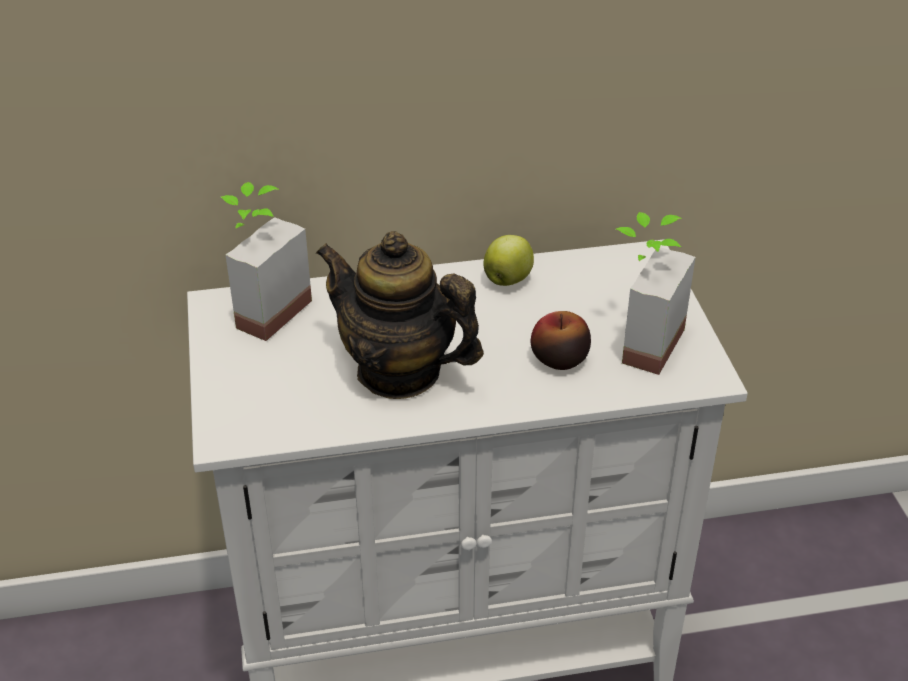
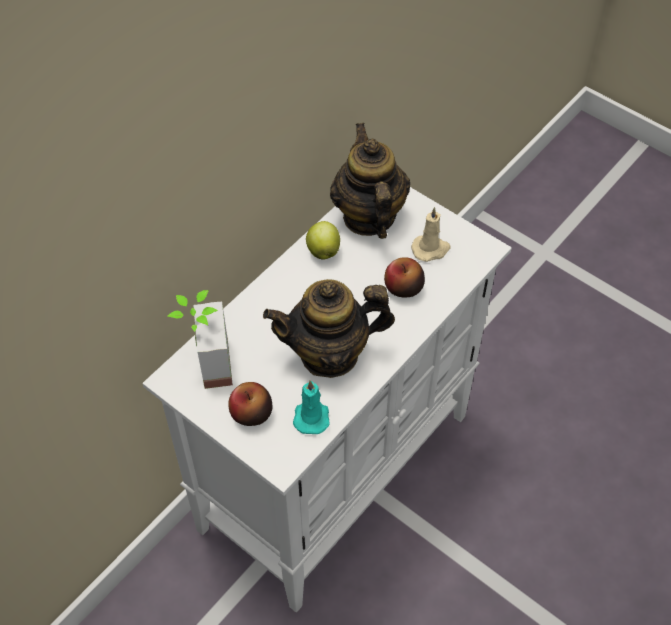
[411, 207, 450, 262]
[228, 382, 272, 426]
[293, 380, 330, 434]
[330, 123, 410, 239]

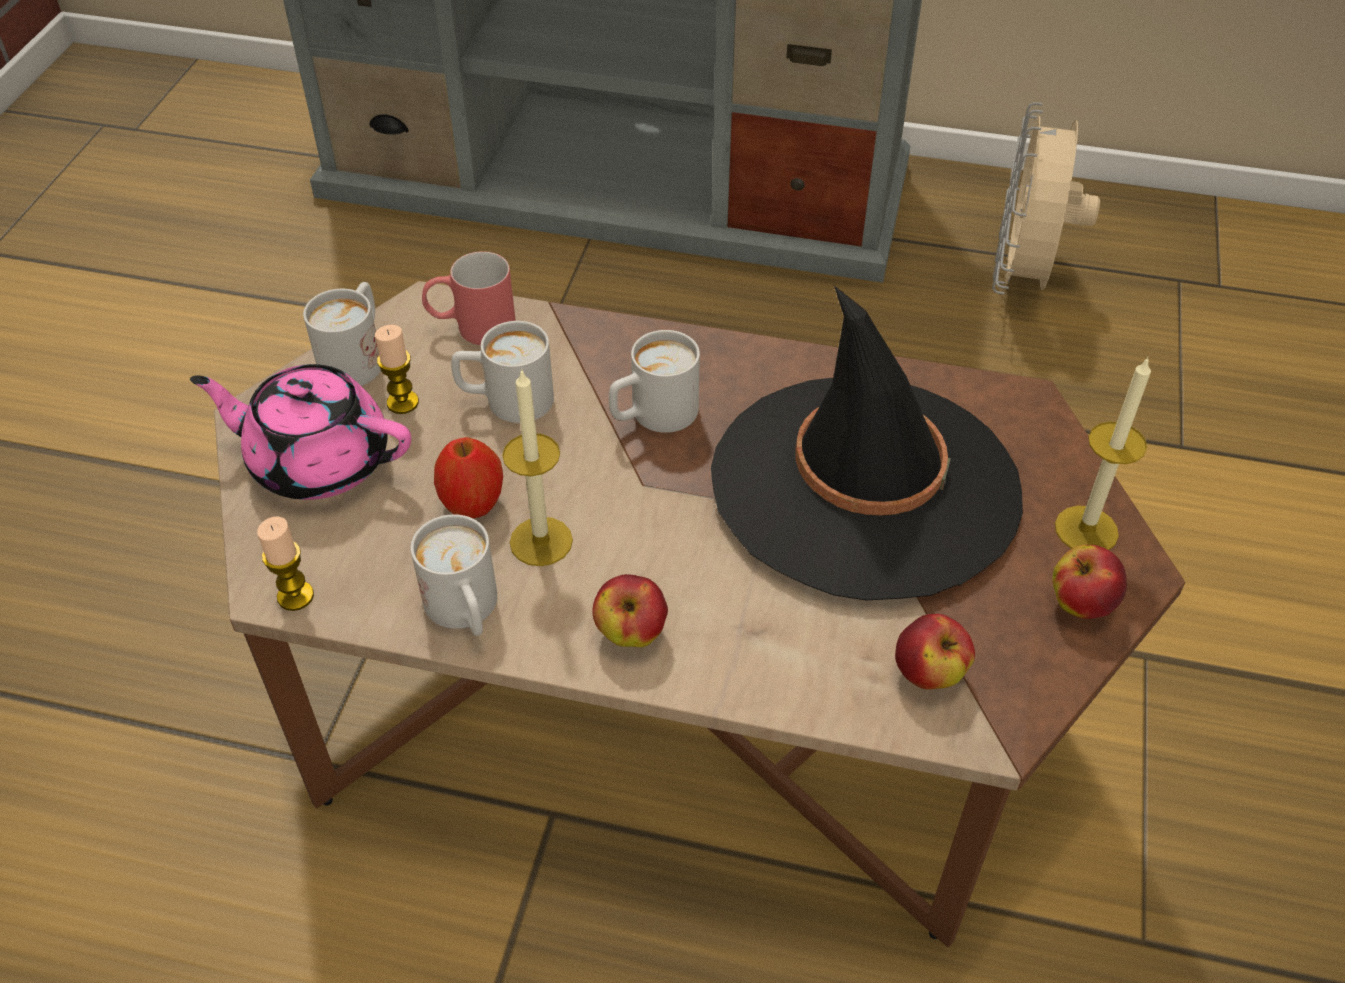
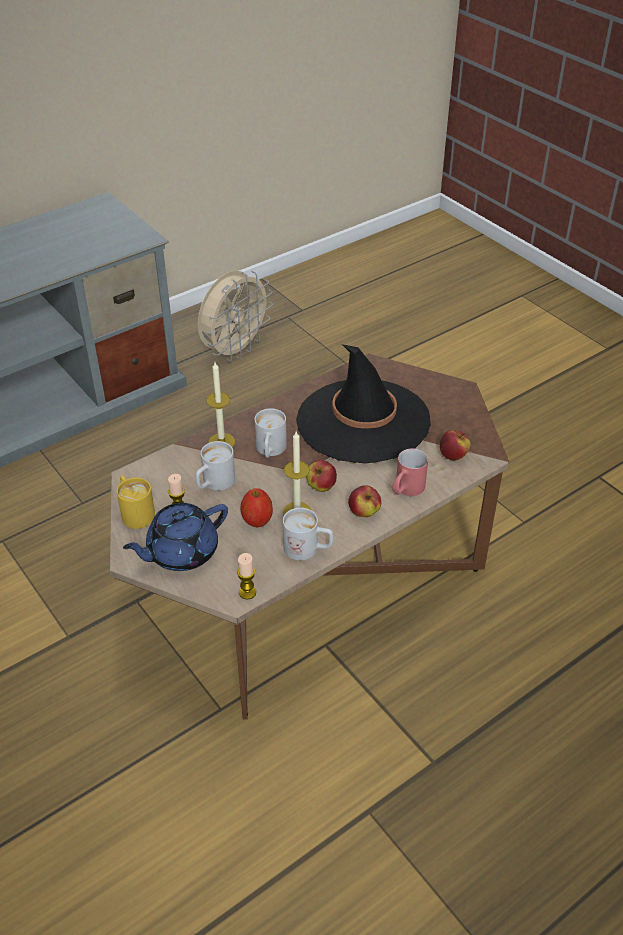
[123, 503, 228, 571]
[117, 475, 155, 529]
[392, 448, 428, 496]
[198, 271, 273, 362]
[306, 460, 337, 492]
[206, 362, 235, 447]

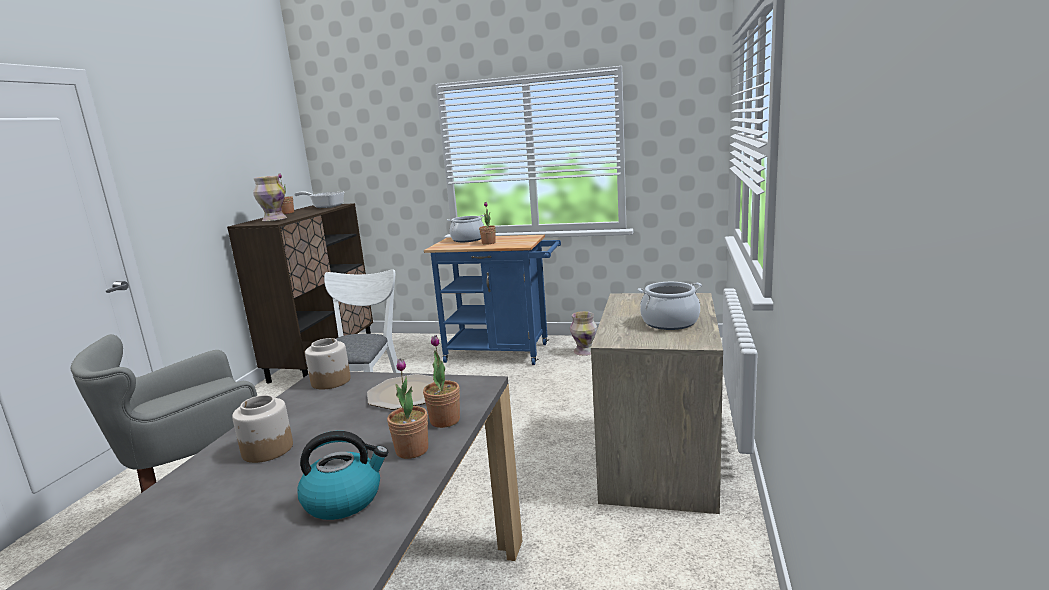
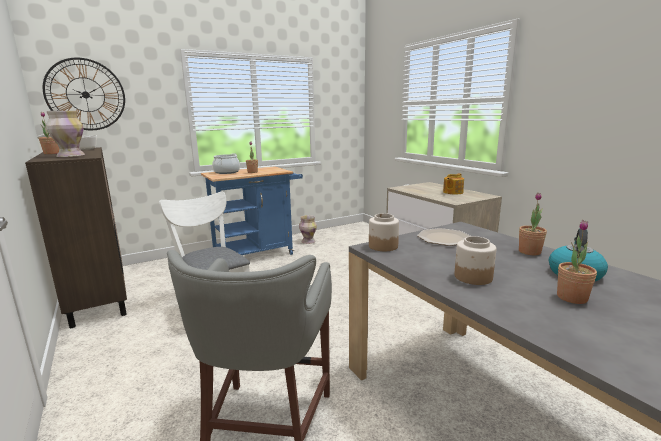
[557, 220, 597, 304]
[443, 173, 464, 194]
[43, 58, 125, 130]

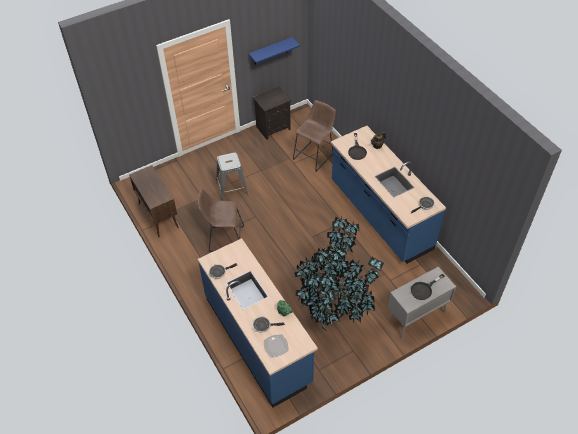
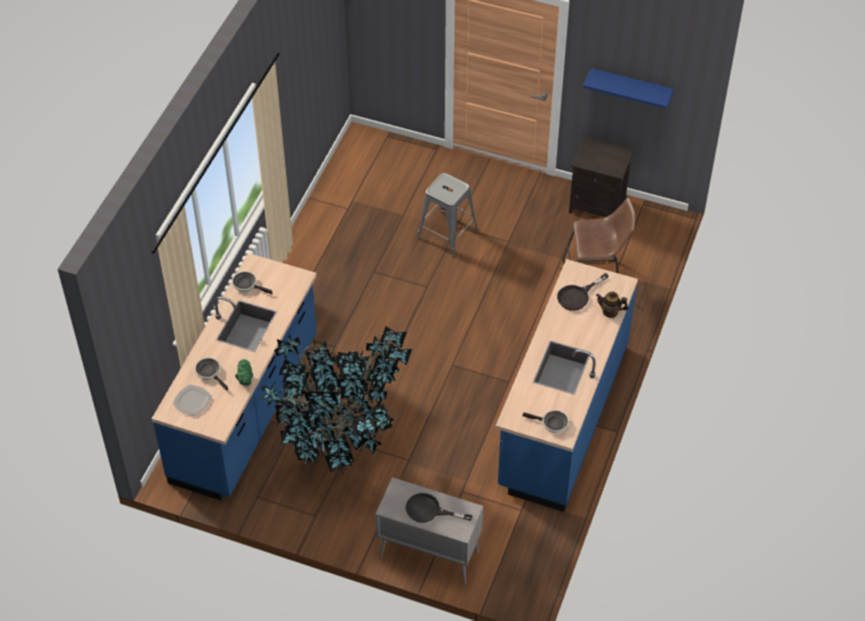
[129, 165, 179, 237] (first image)
[198, 188, 244, 252] (first image)

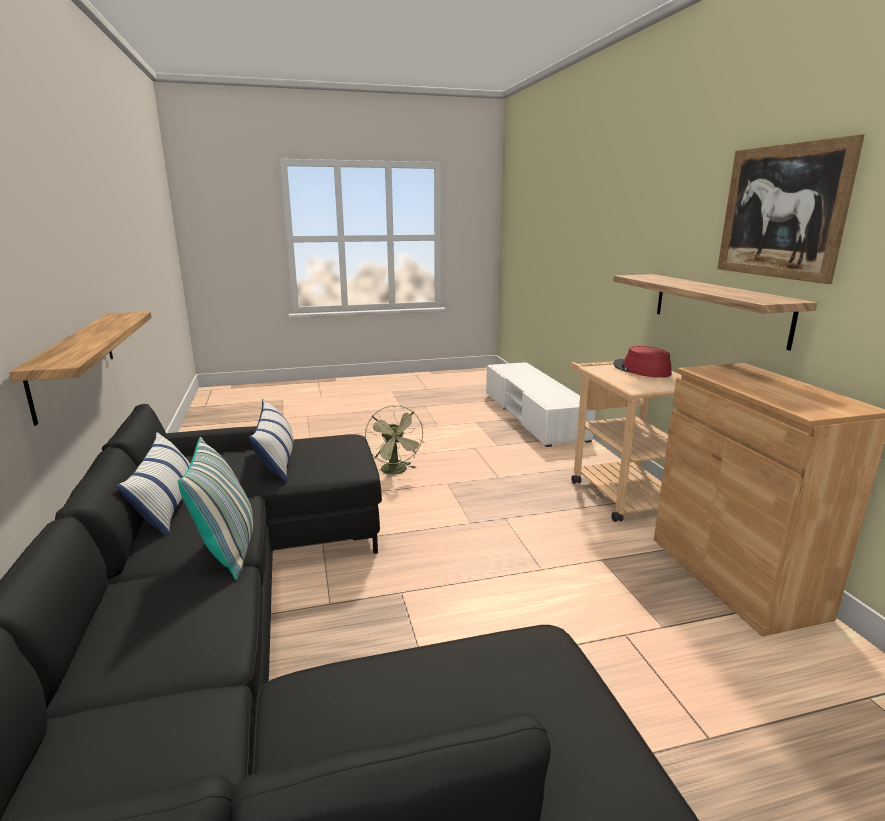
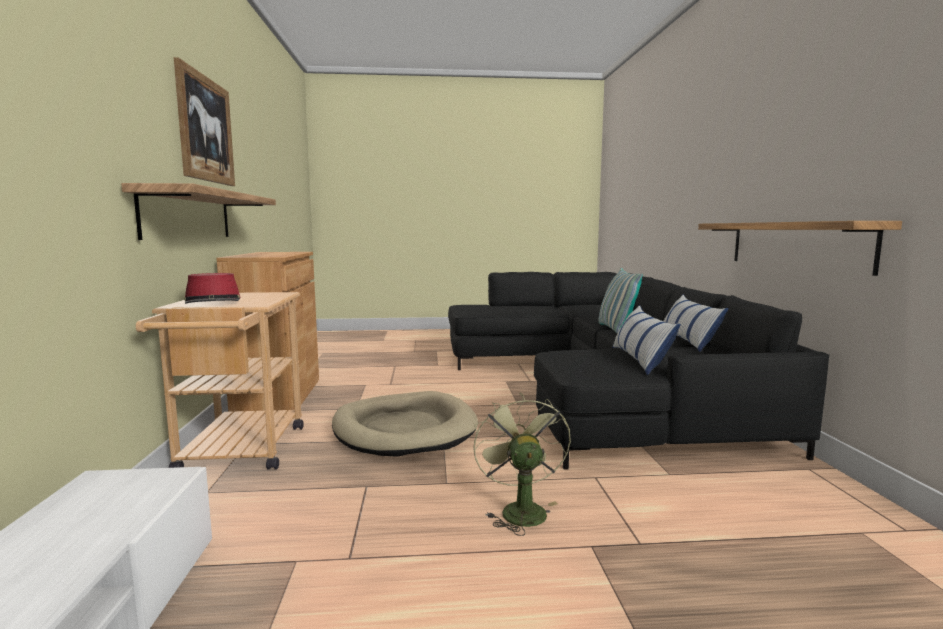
[332, 391, 478, 457]

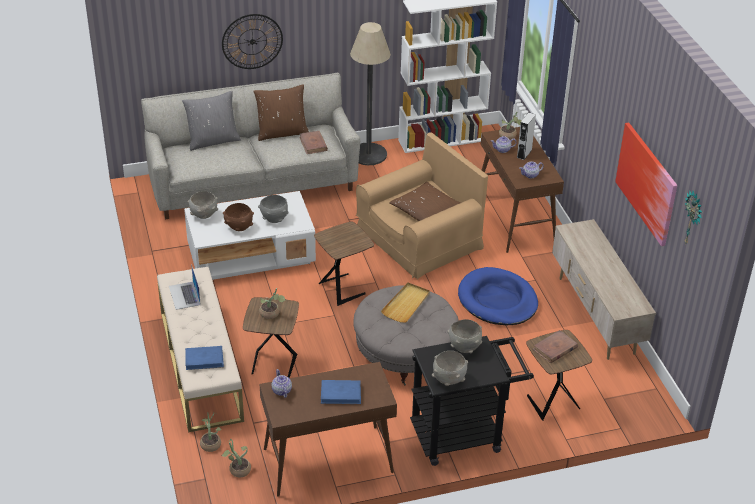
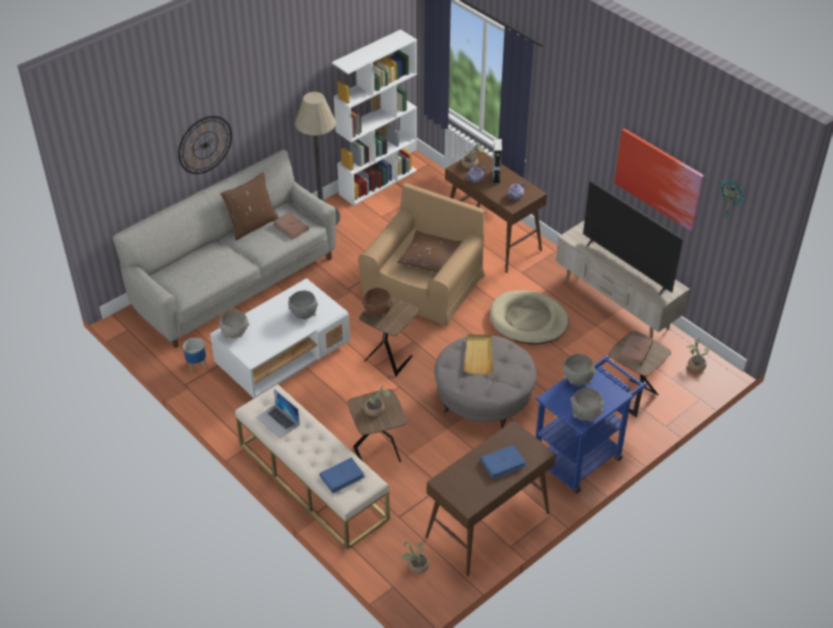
[182, 91, 241, 151] (first image)
[686, 337, 709, 372]
[362, 288, 393, 316]
[272, 369, 292, 398] (first image)
[536, 355, 647, 494]
[490, 290, 569, 345]
[183, 338, 206, 372]
[583, 181, 683, 295]

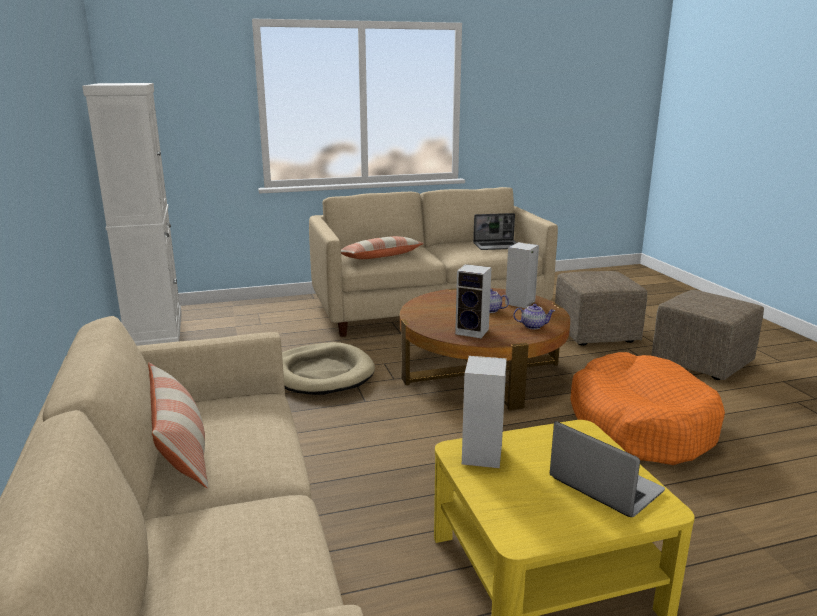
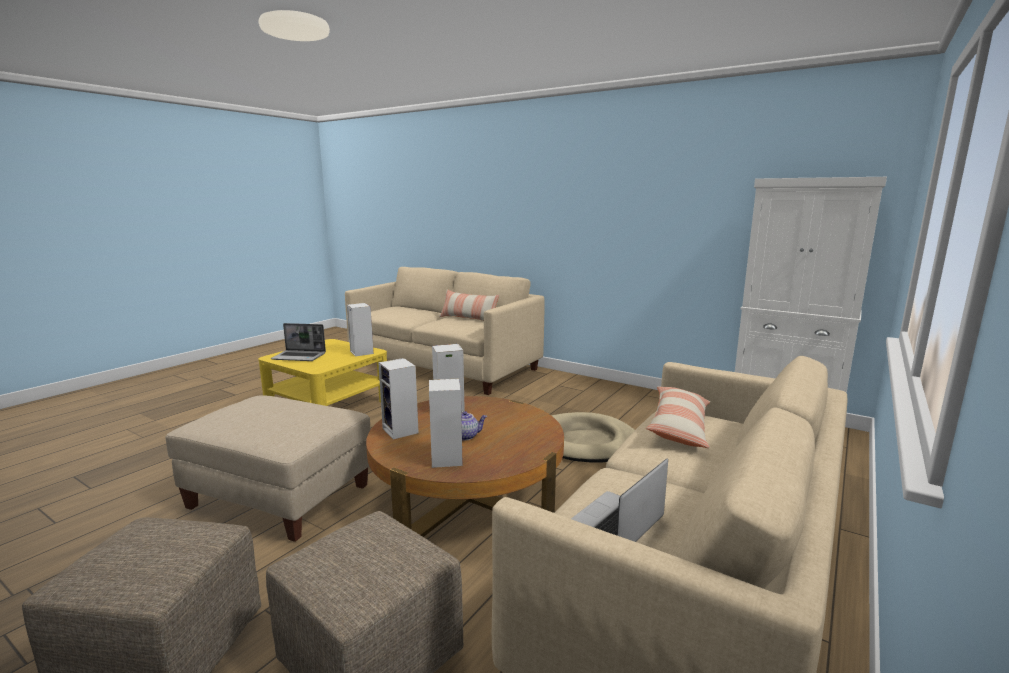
[378, 358, 419, 440]
[166, 395, 371, 542]

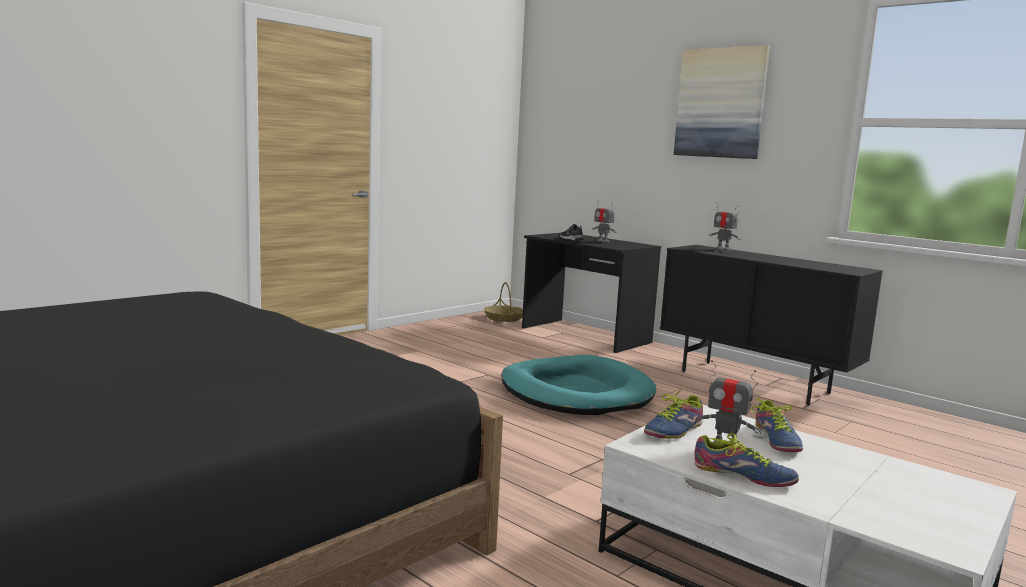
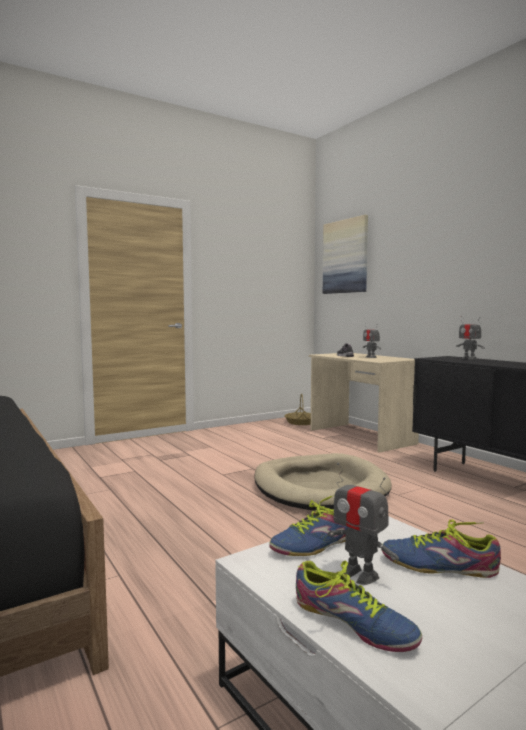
[254, 453, 392, 510]
[309, 353, 419, 453]
[323, 215, 368, 294]
[382, 520, 501, 578]

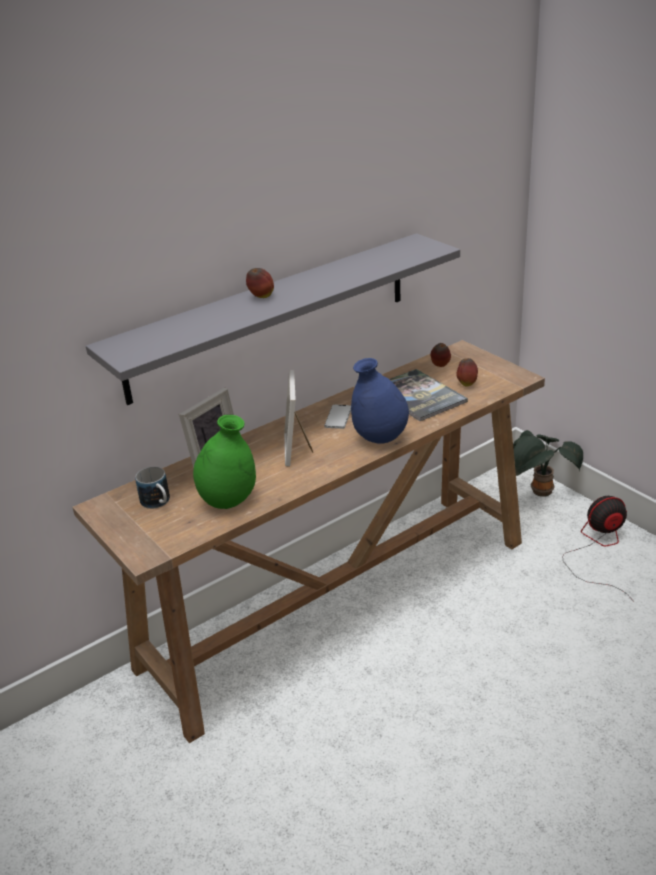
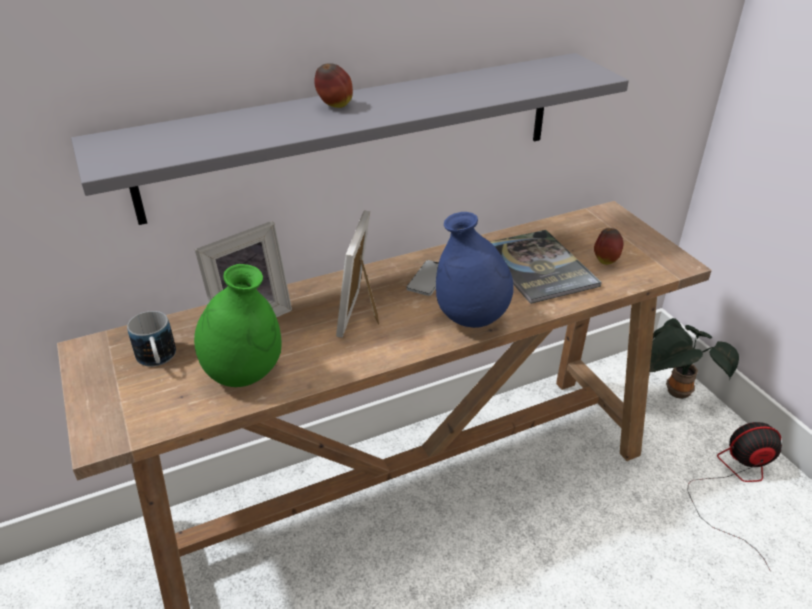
[430, 343, 451, 367] (first image)

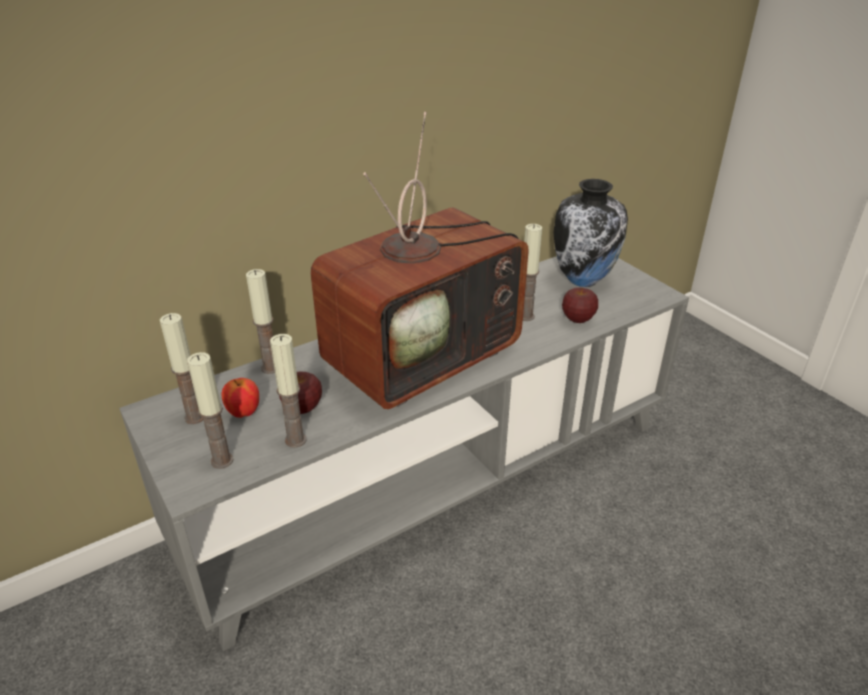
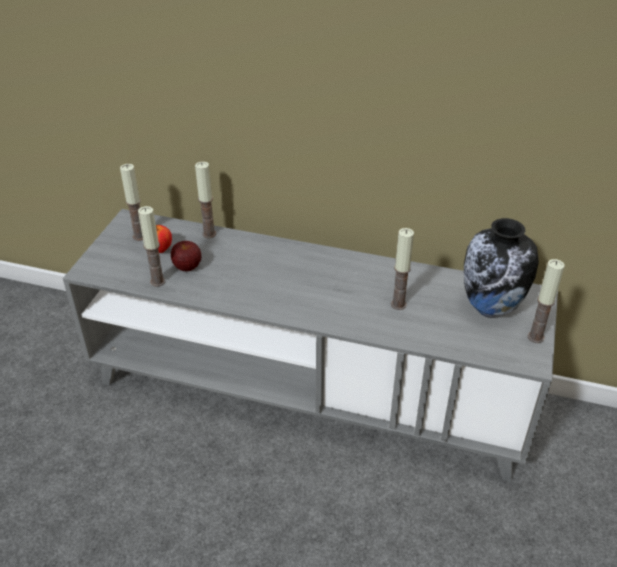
[528, 259, 565, 343]
[311, 112, 529, 409] (first image)
[562, 287, 598, 323] (first image)

